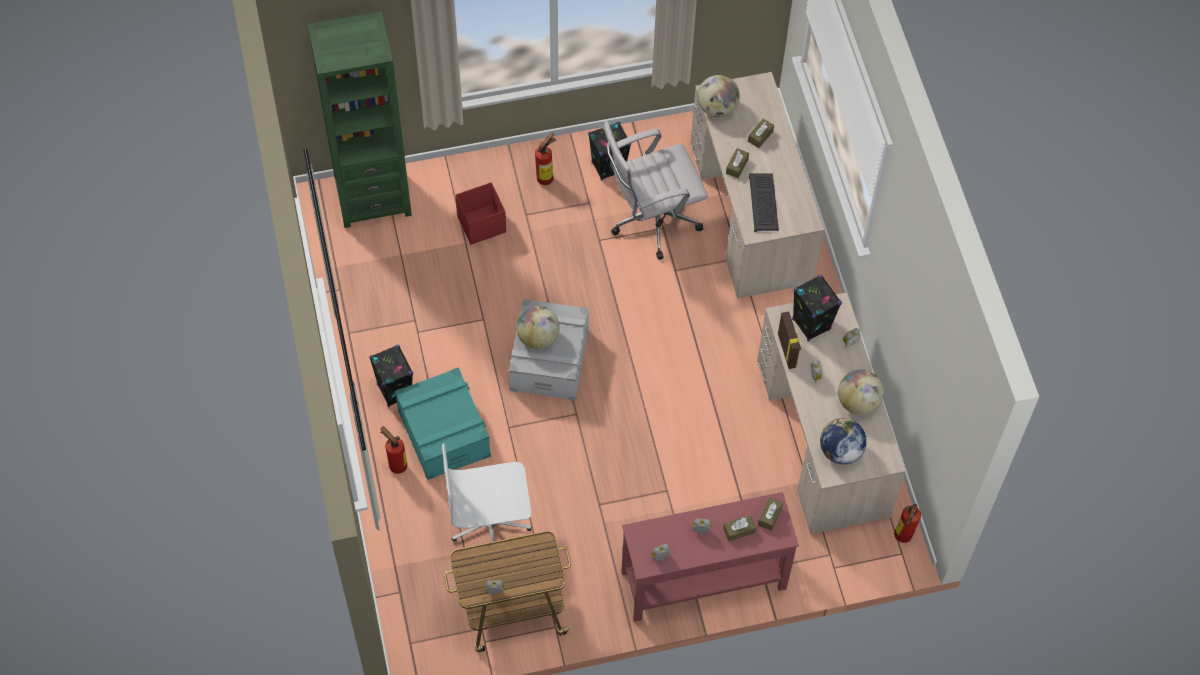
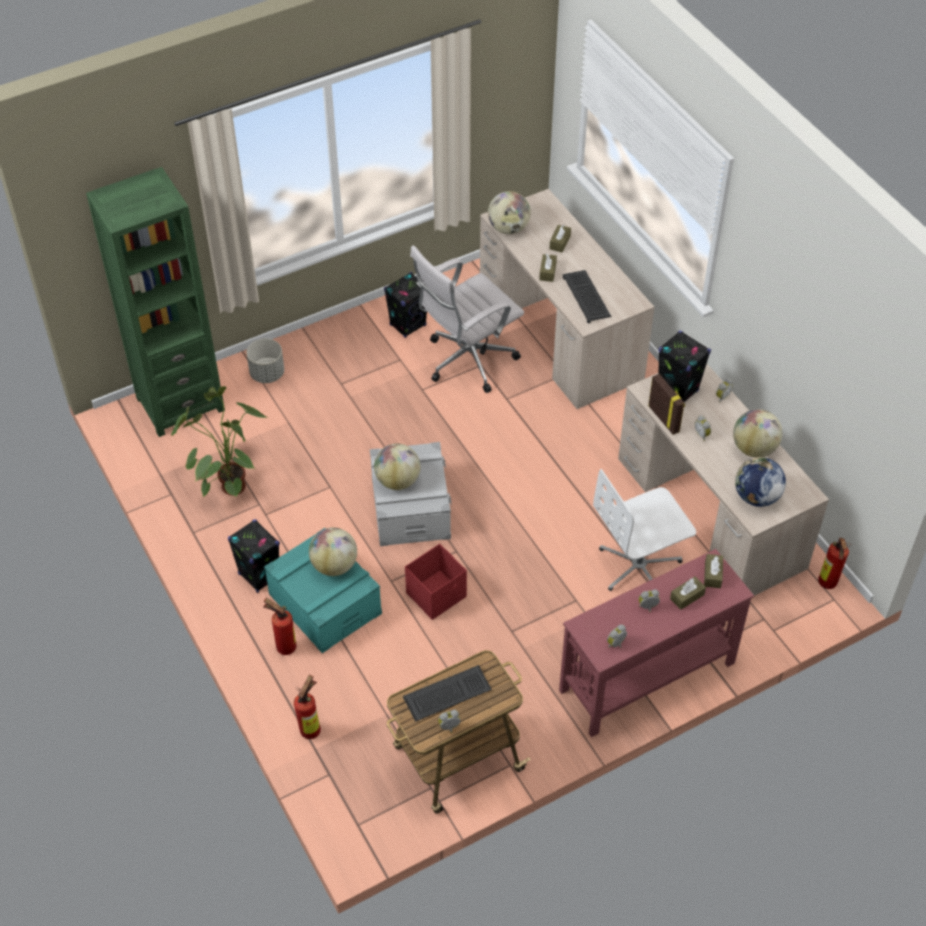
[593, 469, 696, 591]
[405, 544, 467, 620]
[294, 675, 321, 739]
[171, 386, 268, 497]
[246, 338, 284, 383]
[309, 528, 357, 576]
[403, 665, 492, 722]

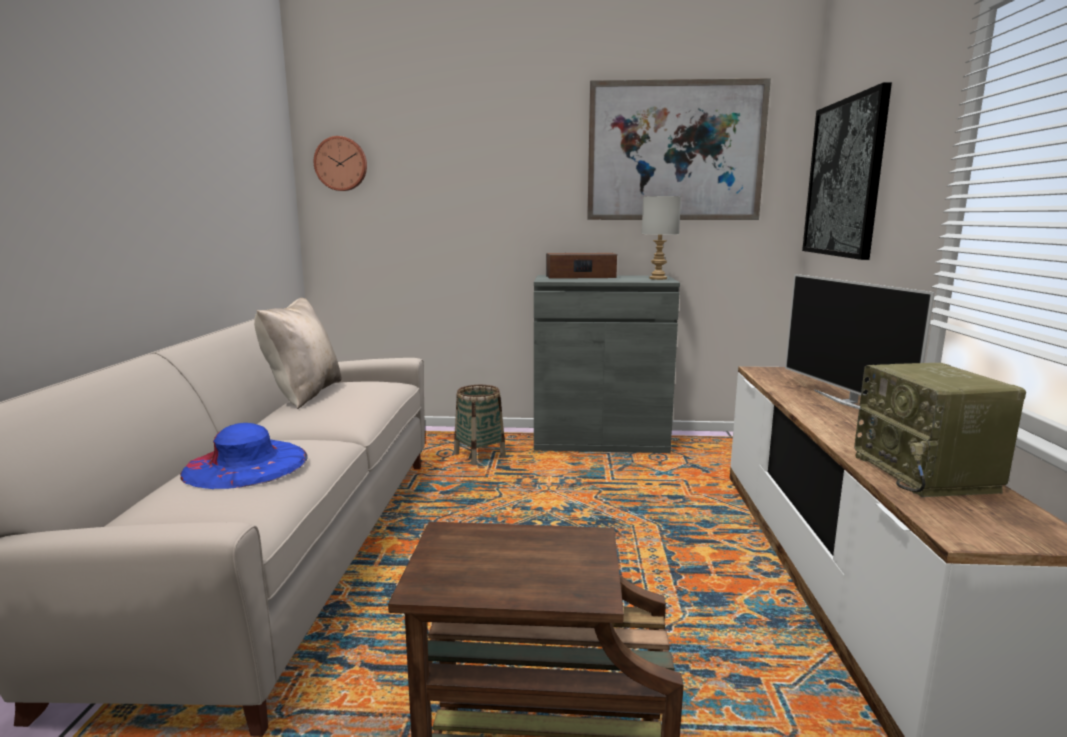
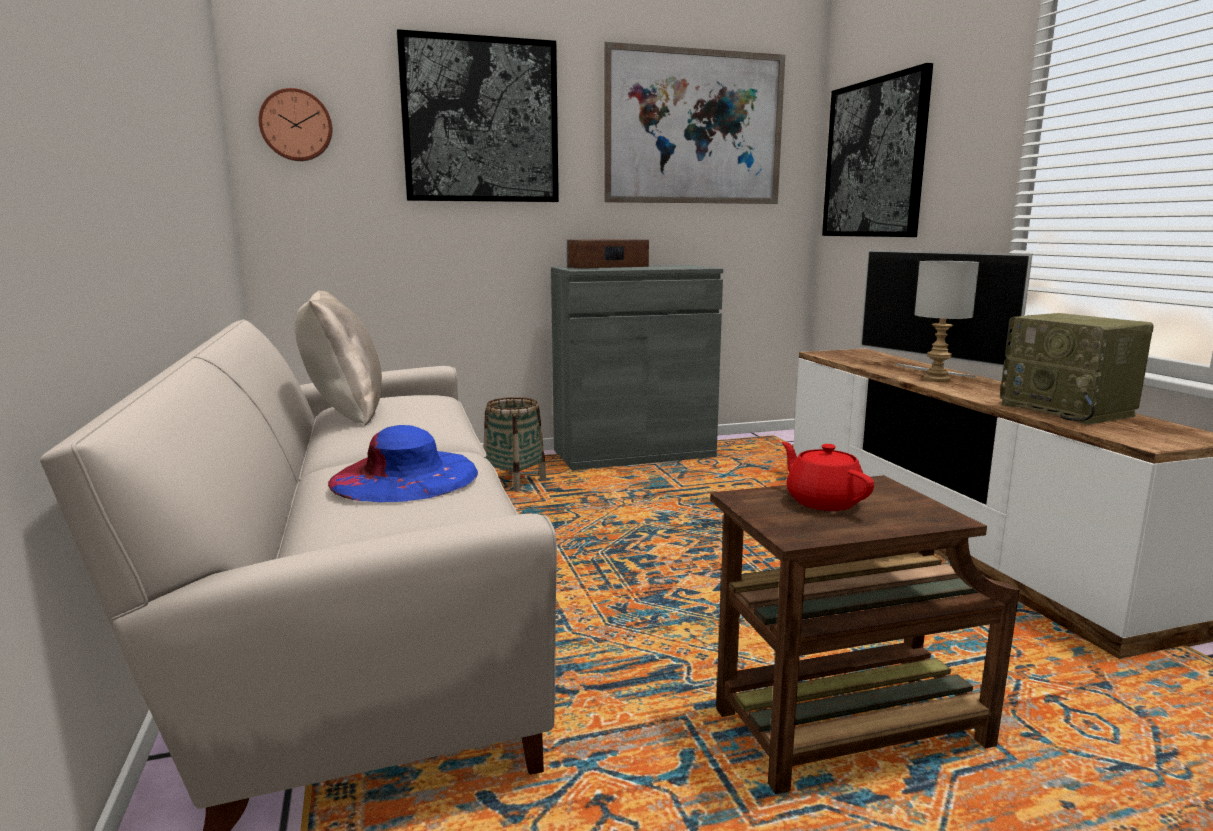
[914, 261, 979, 382]
[397, 29, 559, 202]
[781, 442, 874, 511]

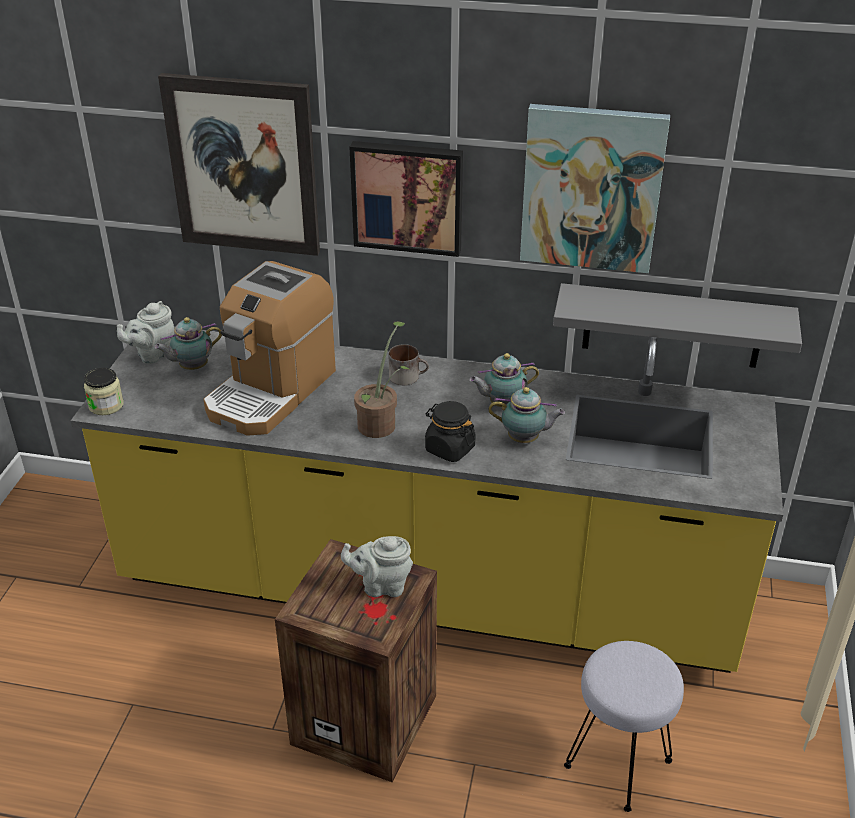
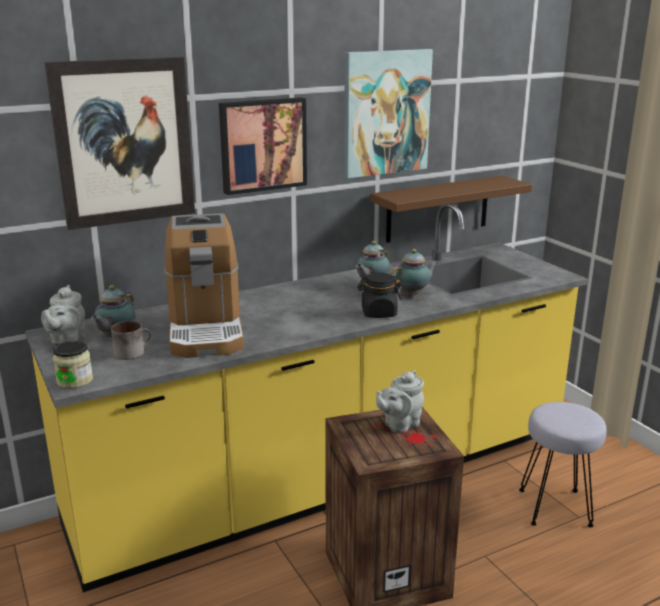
[354, 321, 409, 438] (first image)
[111, 321, 152, 360]
[370, 175, 532, 243]

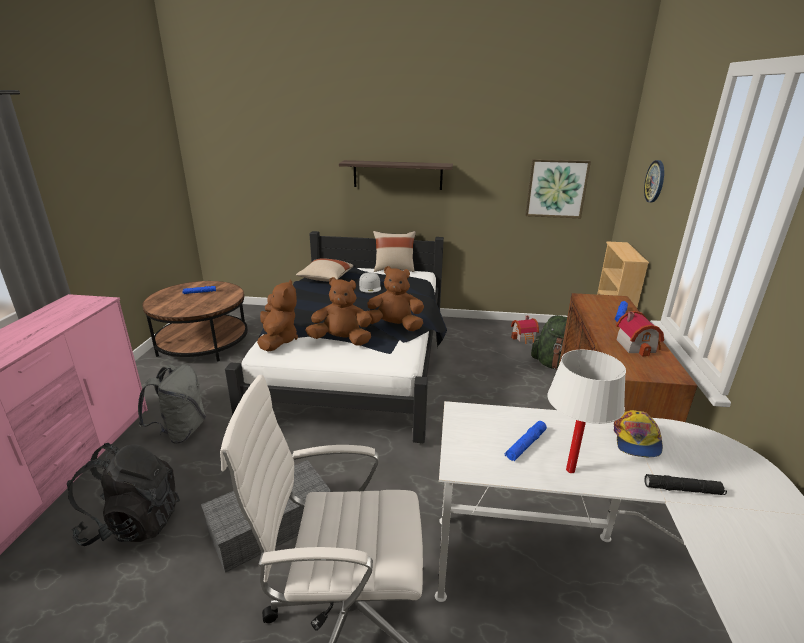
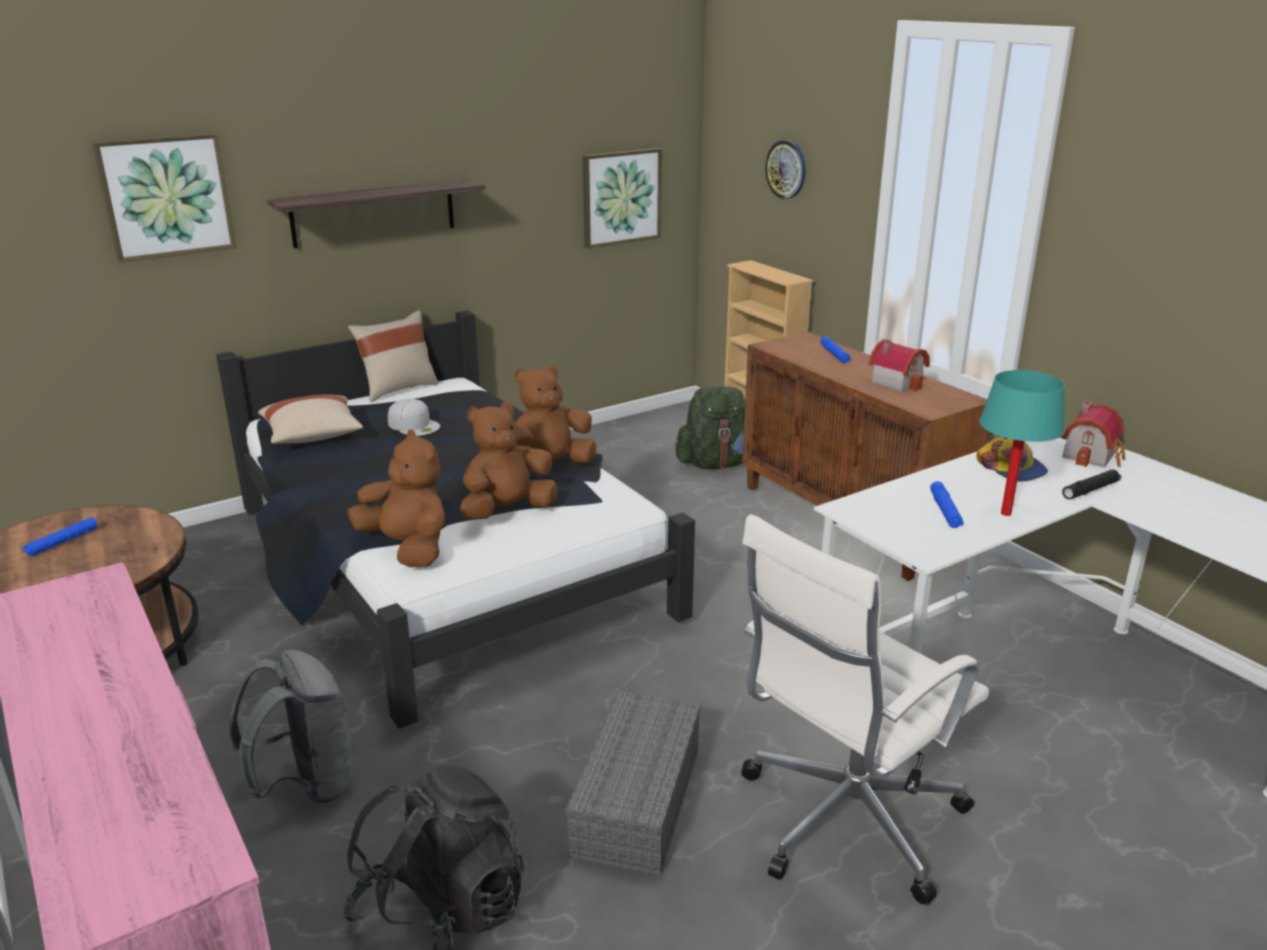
[1061, 401, 1125, 467]
[979, 370, 1065, 516]
[92, 133, 237, 263]

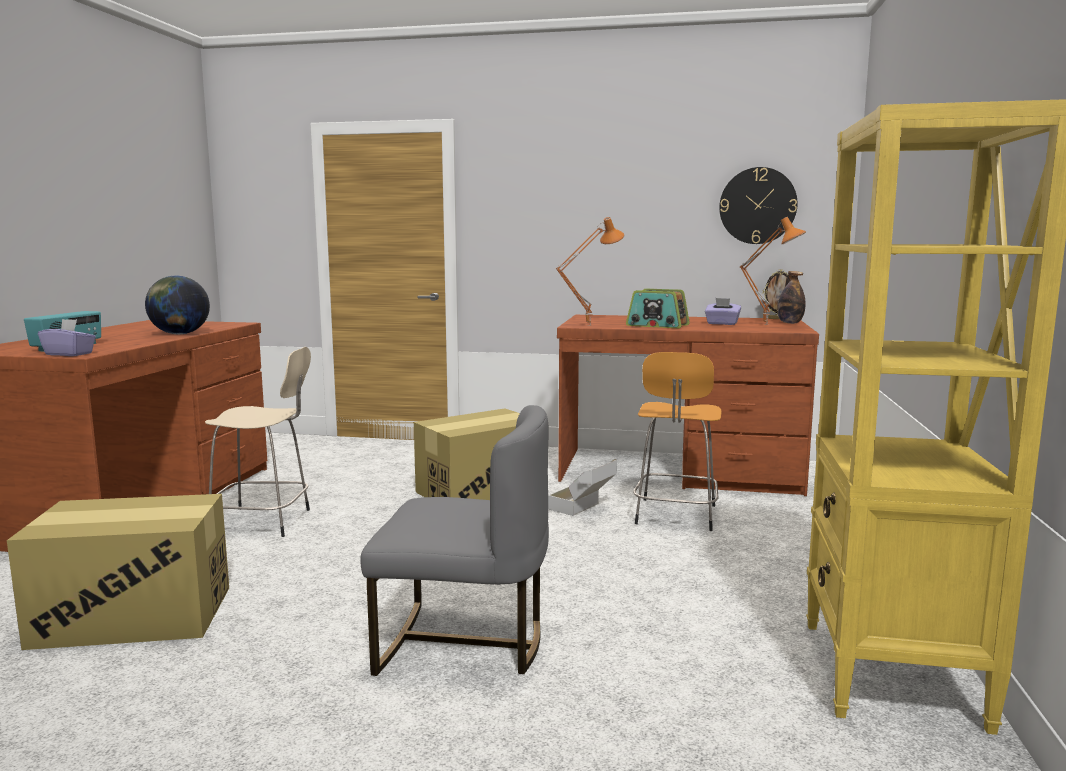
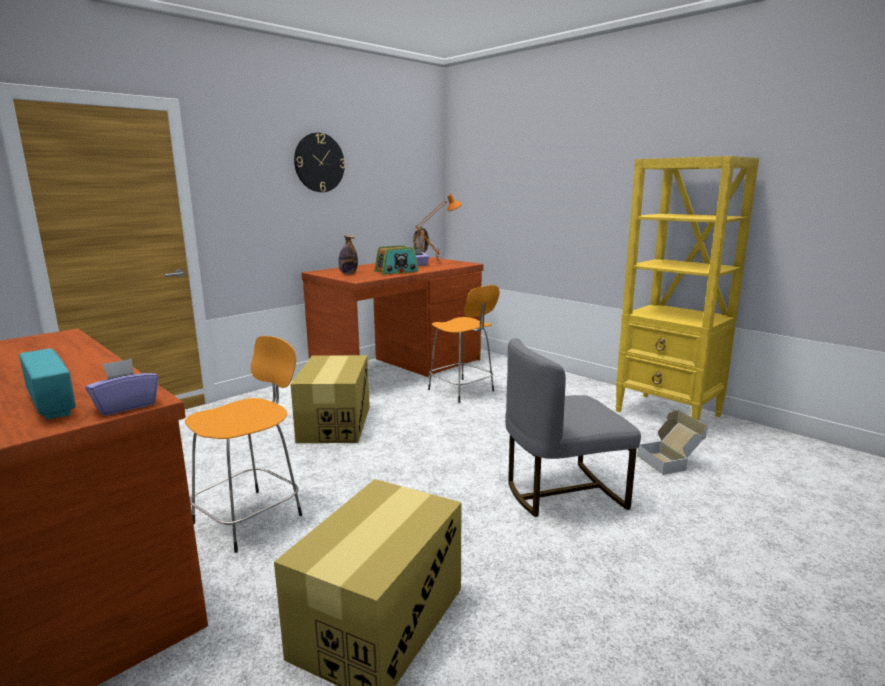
[145, 276, 210, 334] (first image)
[185, 336, 302, 553]
[505, 338, 641, 517]
[637, 410, 707, 475]
[556, 217, 624, 326] (first image)
[294, 133, 345, 192]
[338, 235, 358, 274]

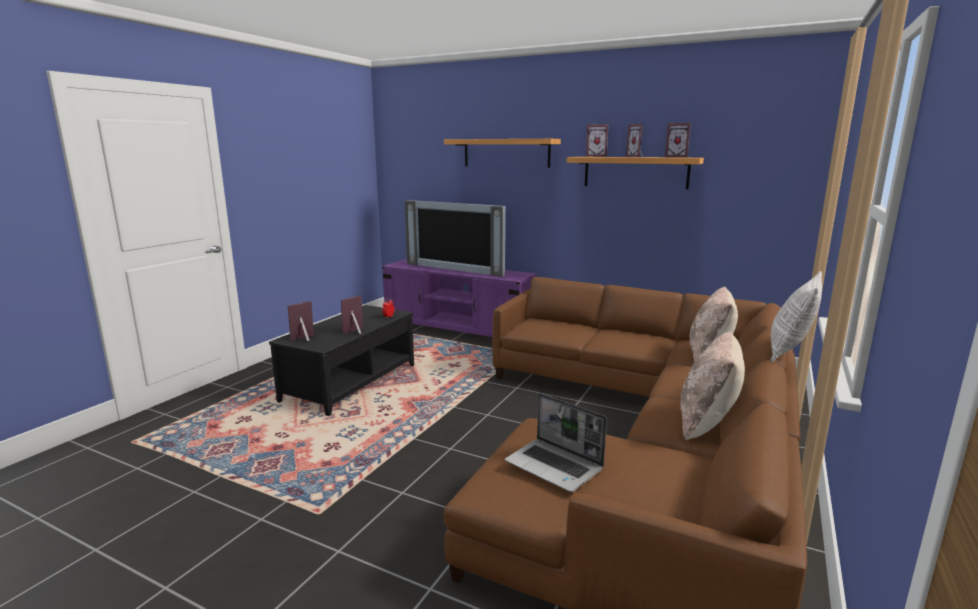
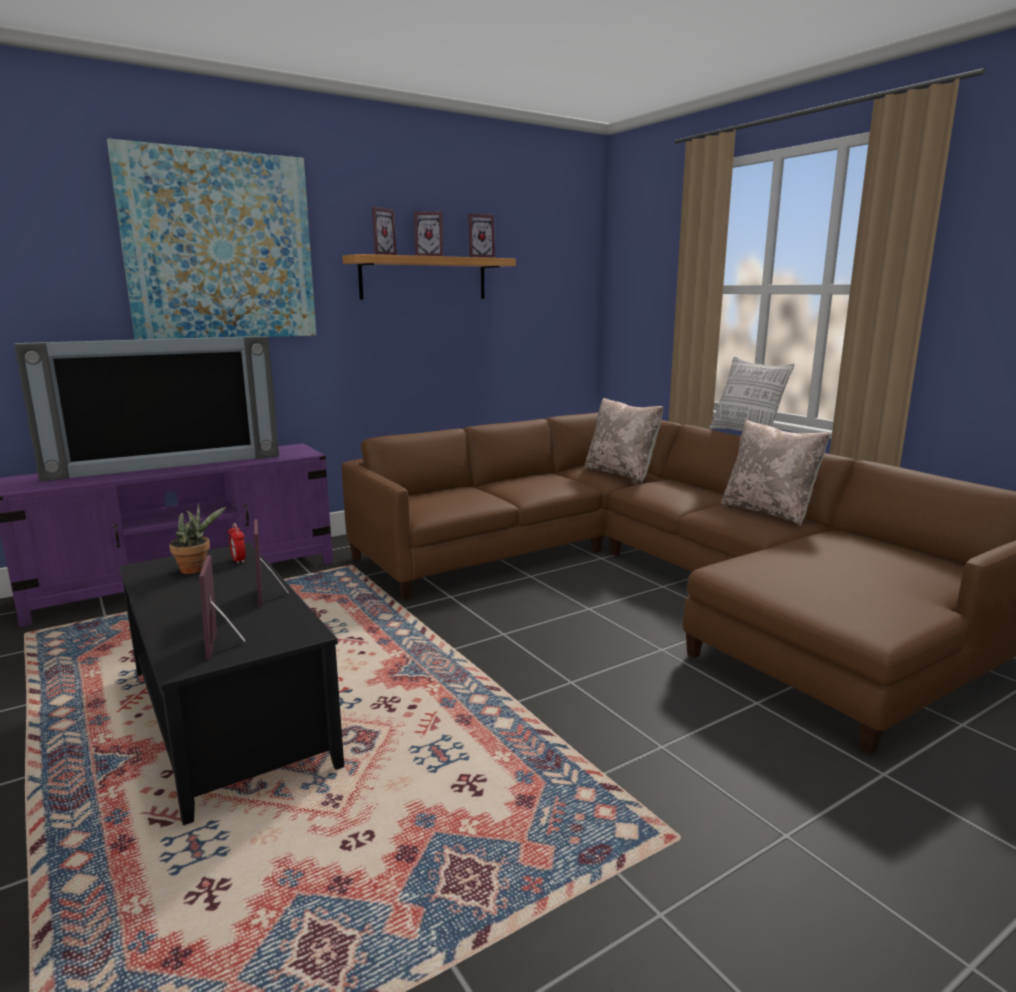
[107, 139, 316, 340]
[505, 393, 607, 492] (first image)
[169, 503, 226, 574]

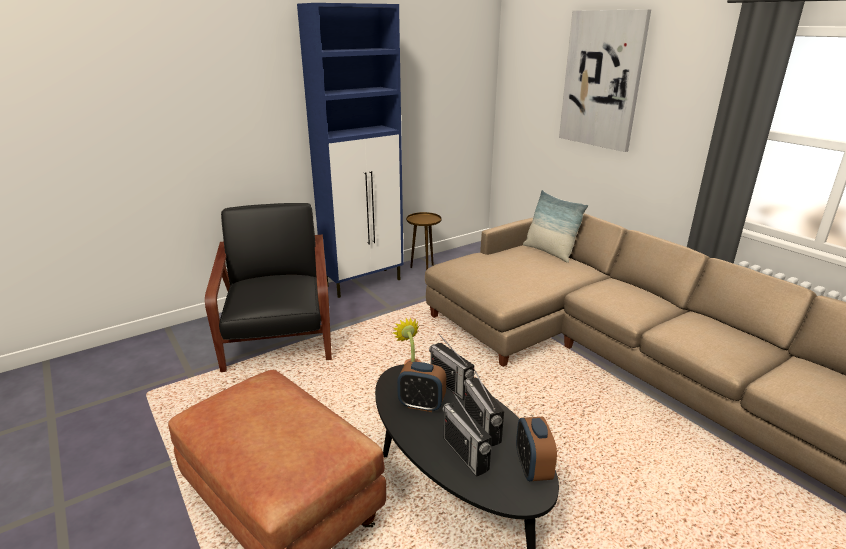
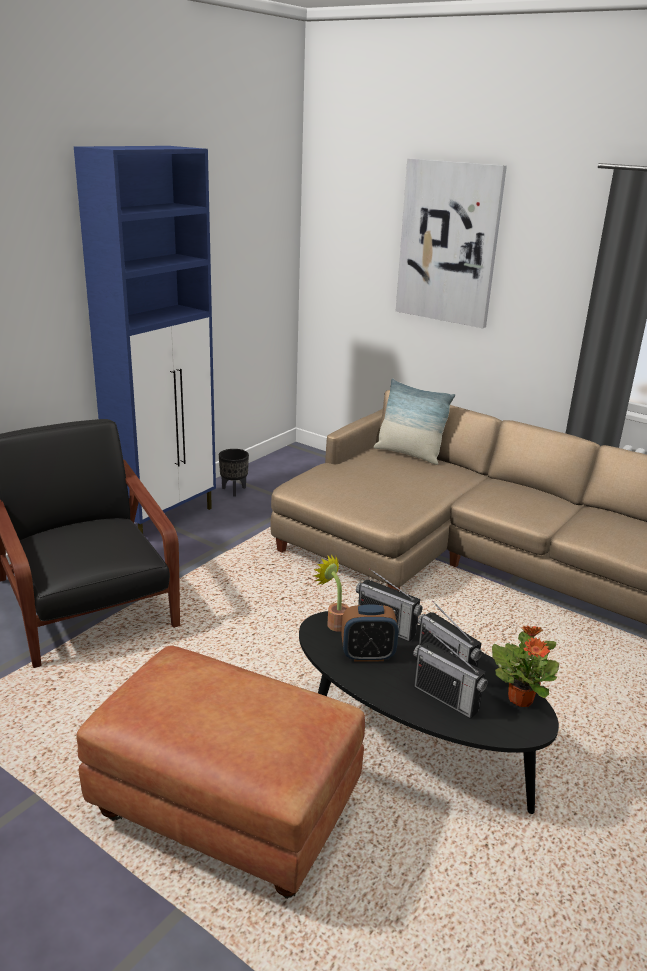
[219, 449, 249, 496]
[492, 626, 559, 707]

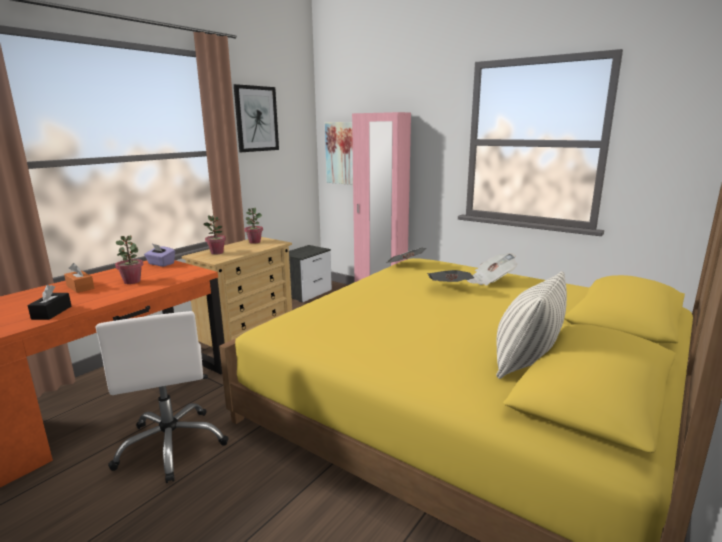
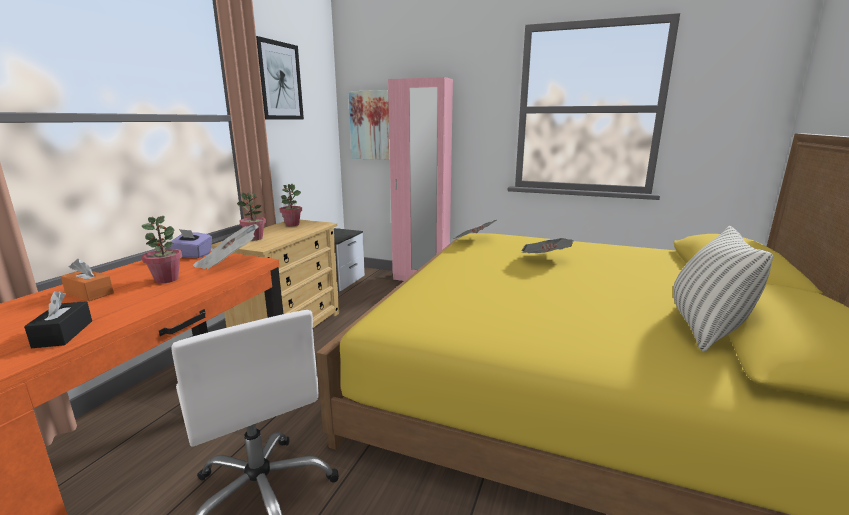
[193, 224, 259, 270]

